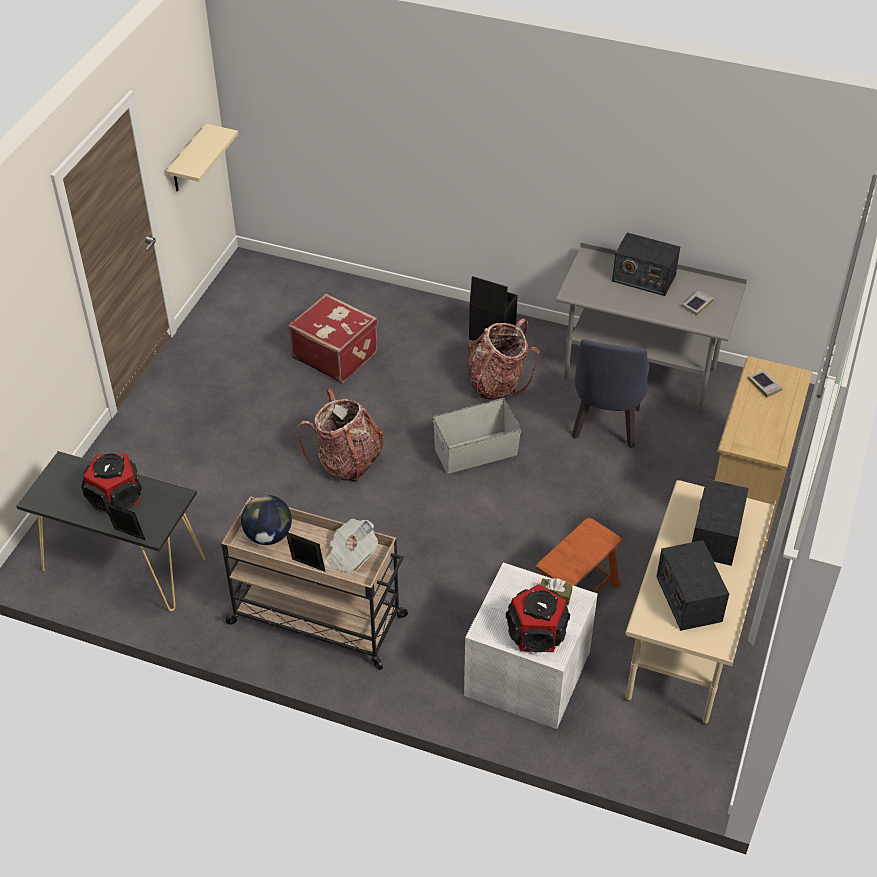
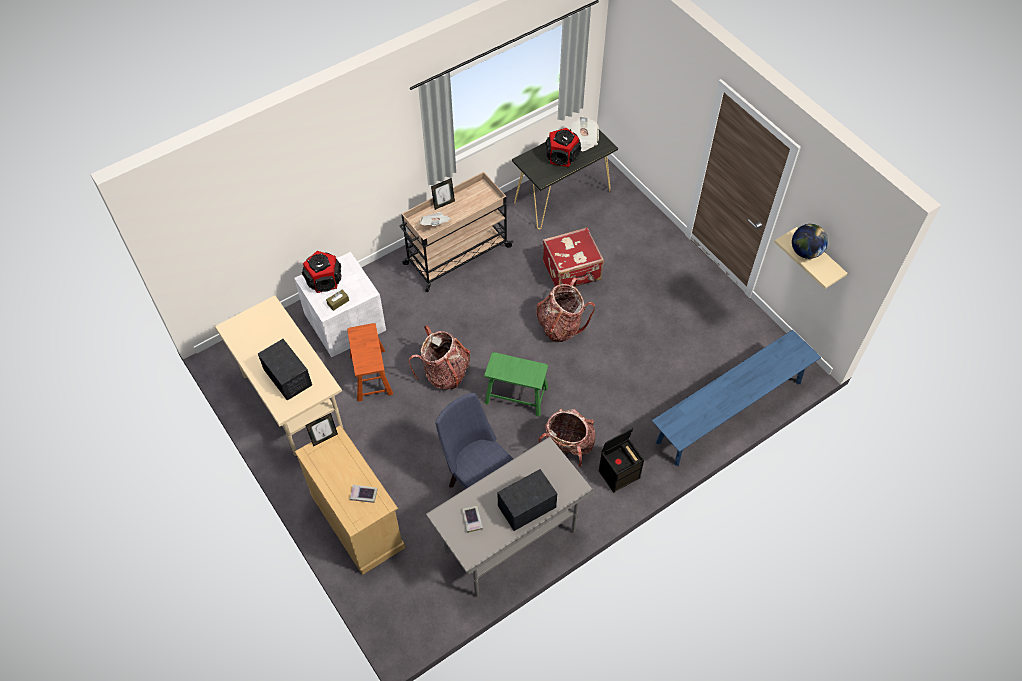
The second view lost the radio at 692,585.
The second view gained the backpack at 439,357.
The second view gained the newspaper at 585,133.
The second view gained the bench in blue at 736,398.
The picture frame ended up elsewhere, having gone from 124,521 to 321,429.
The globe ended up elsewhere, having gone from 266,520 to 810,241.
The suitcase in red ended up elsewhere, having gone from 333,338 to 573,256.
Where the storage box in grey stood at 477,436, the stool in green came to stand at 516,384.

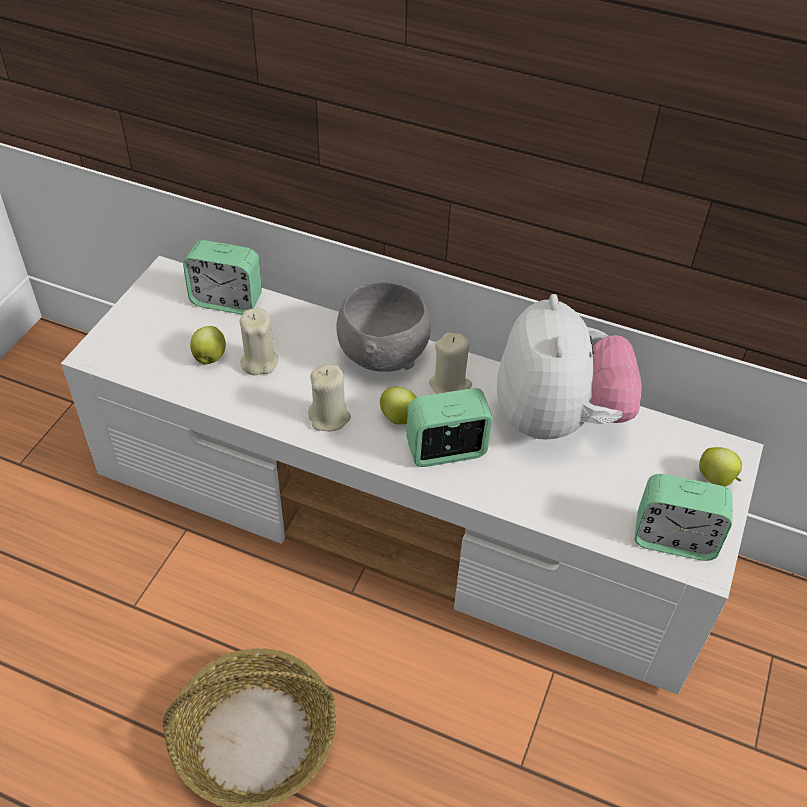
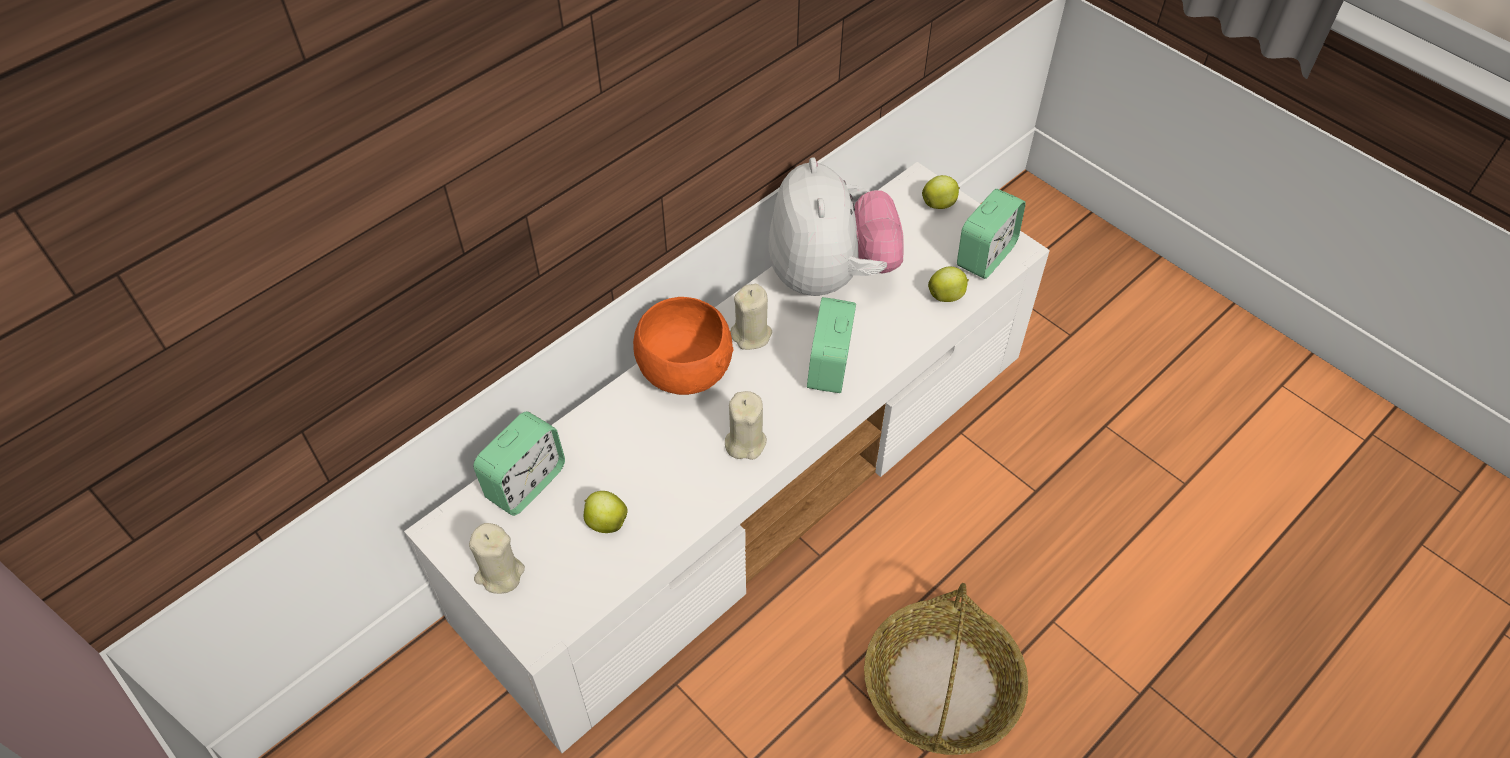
The candle in beige ended up elsewhere, having gone from 259,341 to 497,558.
The apple ended up elsewhere, having gone from 398,406 to 948,284.
What was the bowl in grey at 383,326 turned into the bowl in orange at 683,346.
The plush toy at 569,366 ended up facing another way, 60 degrees clockwise from before.

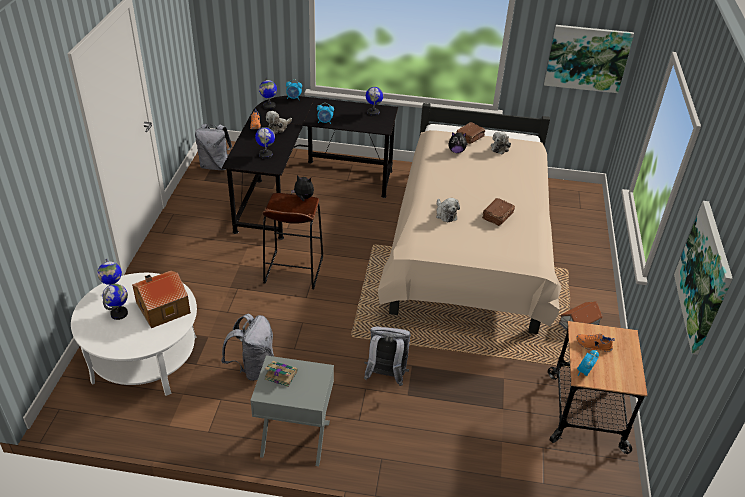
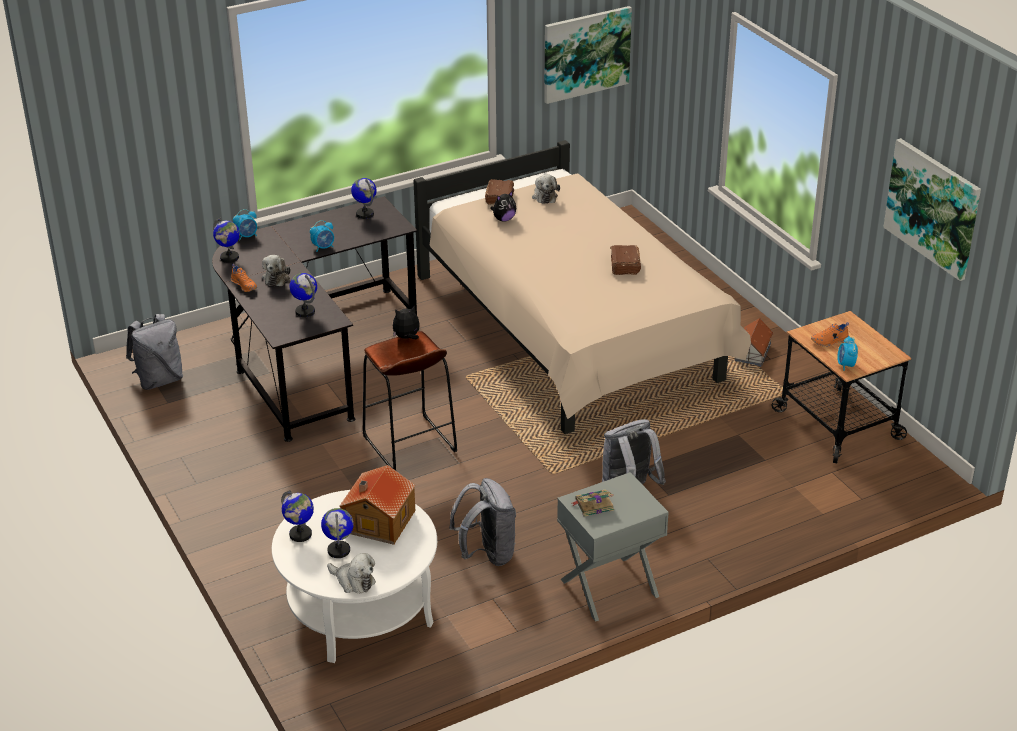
The plush toy ended up elsewhere, having gone from 448,210 to 351,573.

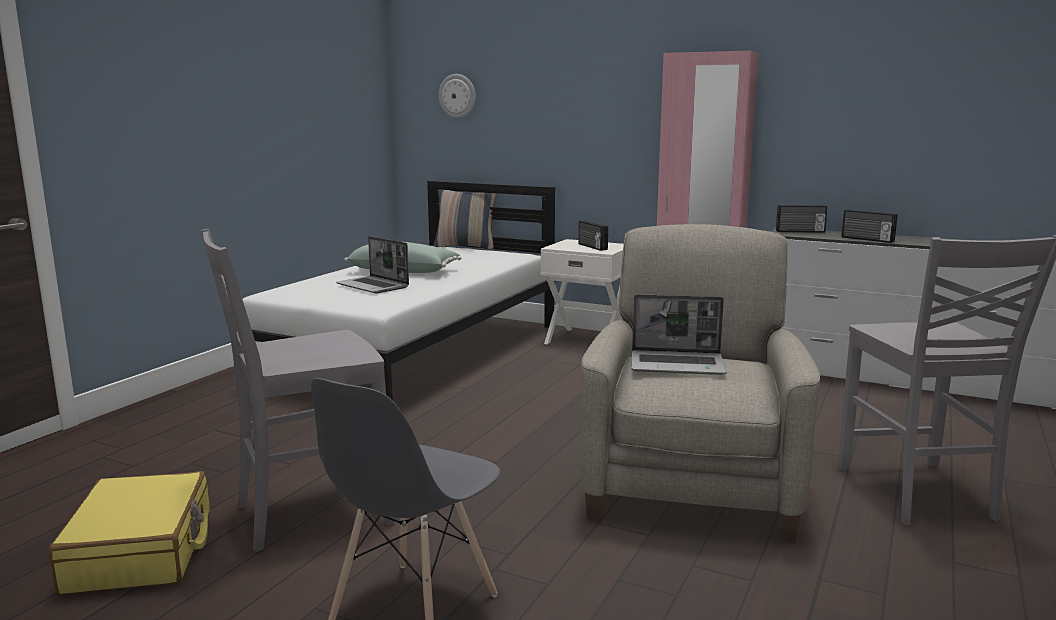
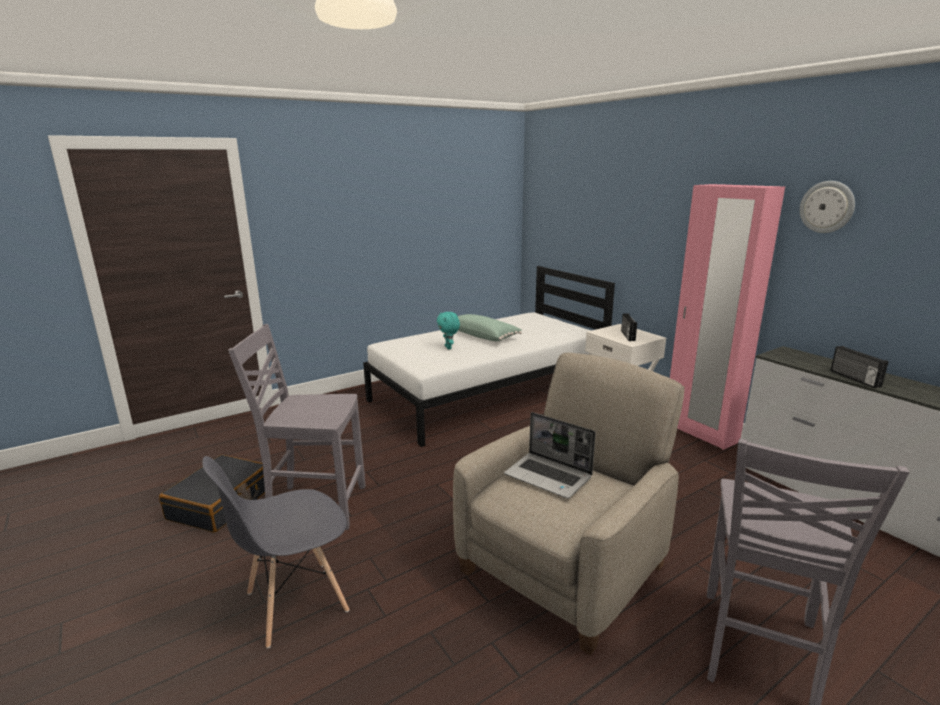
The second view lost the pillow at 465,219.
The second view lost the radio at 801,219.
The wall clock ended up elsewhere, having gone from 457,96 to 827,207.
Where the laptop stood at 372,265, the plush toy in turquoise came to stand at 448,330.
What was the suitcase in yellow at 129,533 turned into the suitcase in black at 212,494.

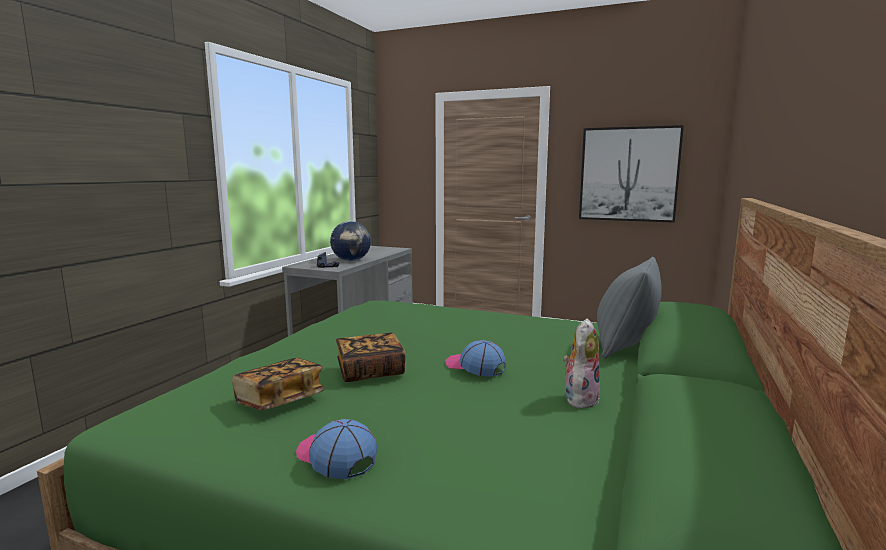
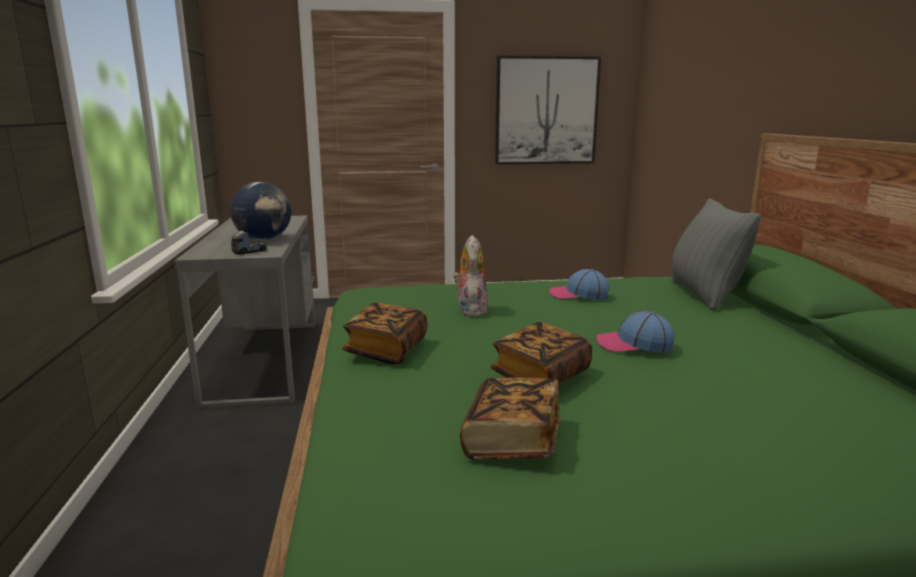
The second view gained the book at 384,334.
The cap ended up elsewhere, having gone from 336,449 to 580,284.
The plush toy ended up elsewhere, having gone from 581,363 to 470,276.

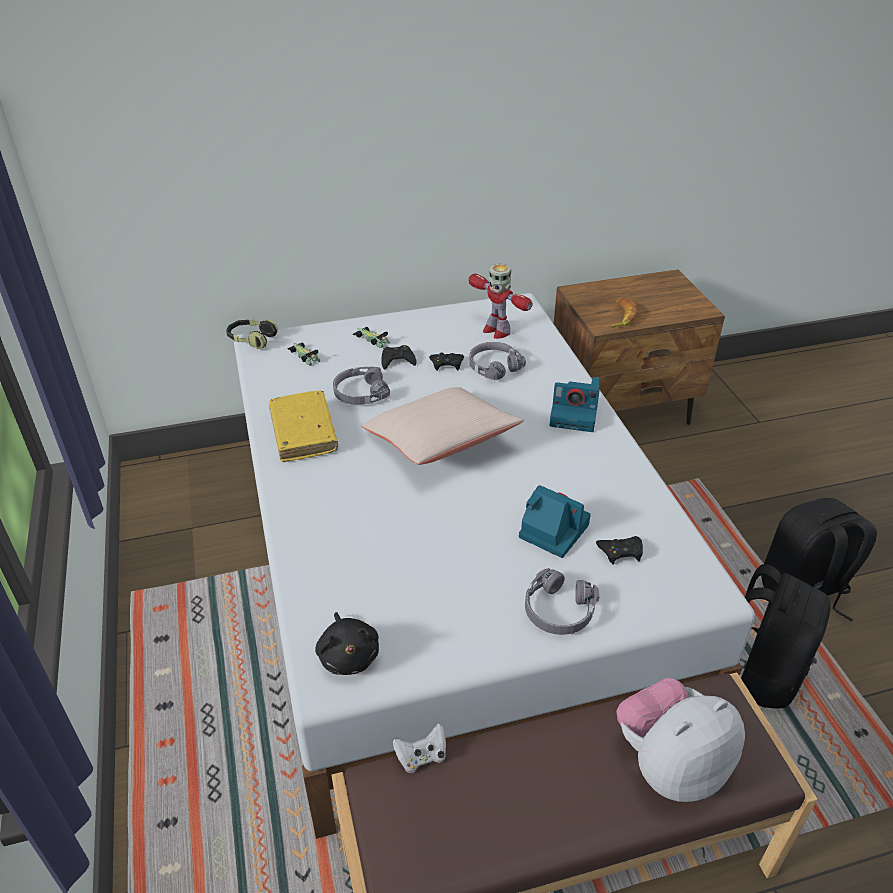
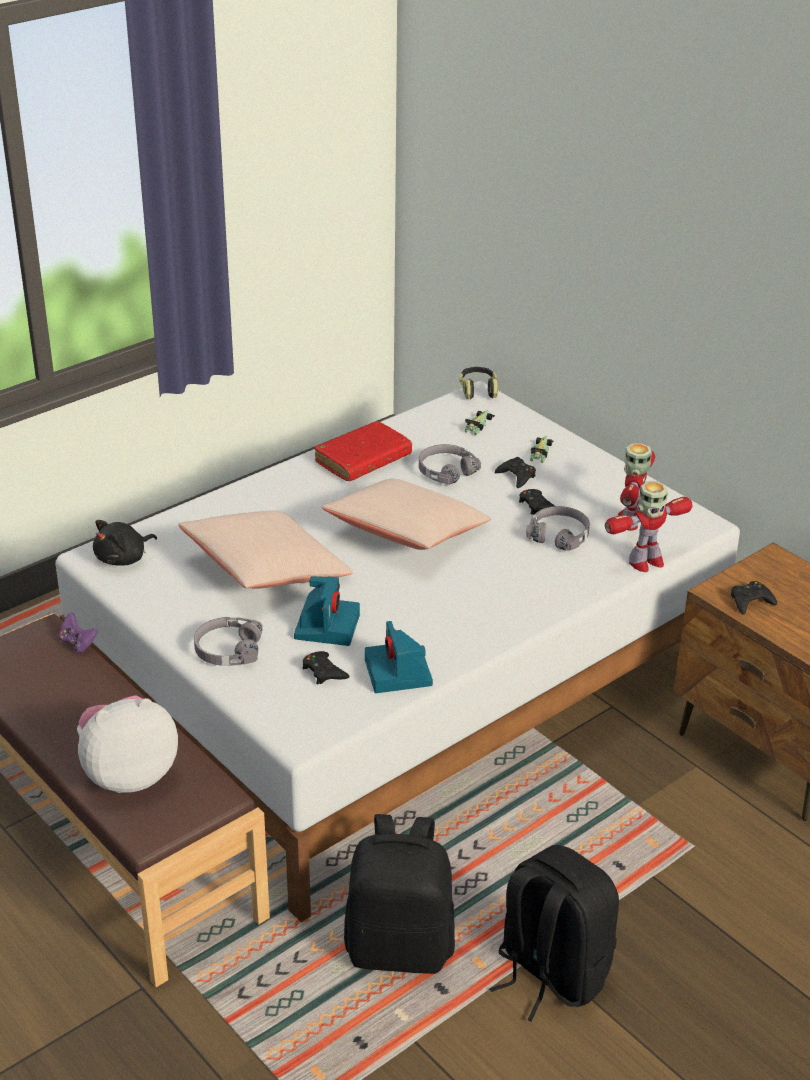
The second view gained the pillow in beige at 265,550.
The second view gained the toy robot at 649,526.
The photo camera ended up elsewhere, having gone from 575,404 to 399,657.
Where the banana stood at 624,312, the game controller in black came to stand at 754,598.
What was the book in yellow at 303,426 turned into the book in red at 363,451.
What was the game controller in white at 419,748 turned into the game controller in purple at 78,632.
The plush toy at 681,740 ended up facing another way, 60 degrees counterclockwise from before.

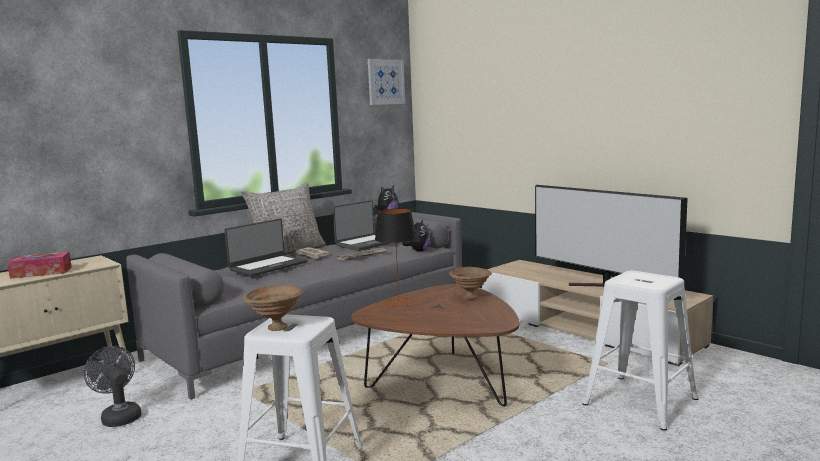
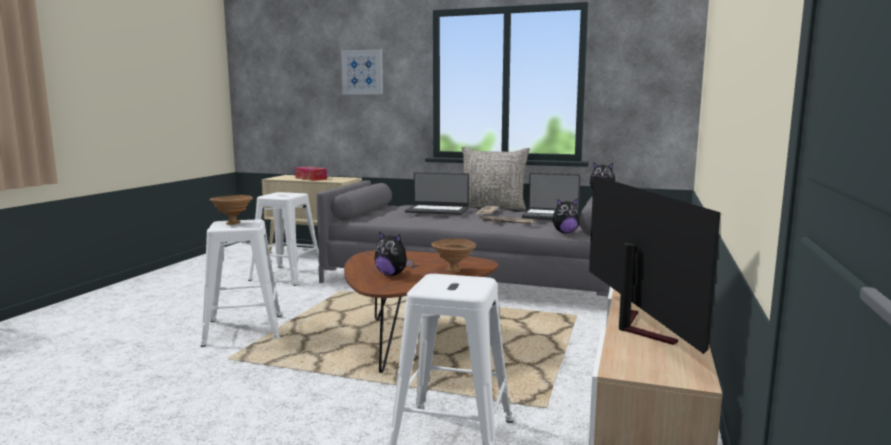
The second view lost the table lamp at 396,257.
The second view gained the plush toy at 393,253.
The picture ended up elsewhere, having gone from 386,82 to 362,72.
Where the fan in grey stood at 112,386, the stool in white came to stand at 283,239.
The television at 611,236 ended up facing another way, 150 degrees clockwise from before.

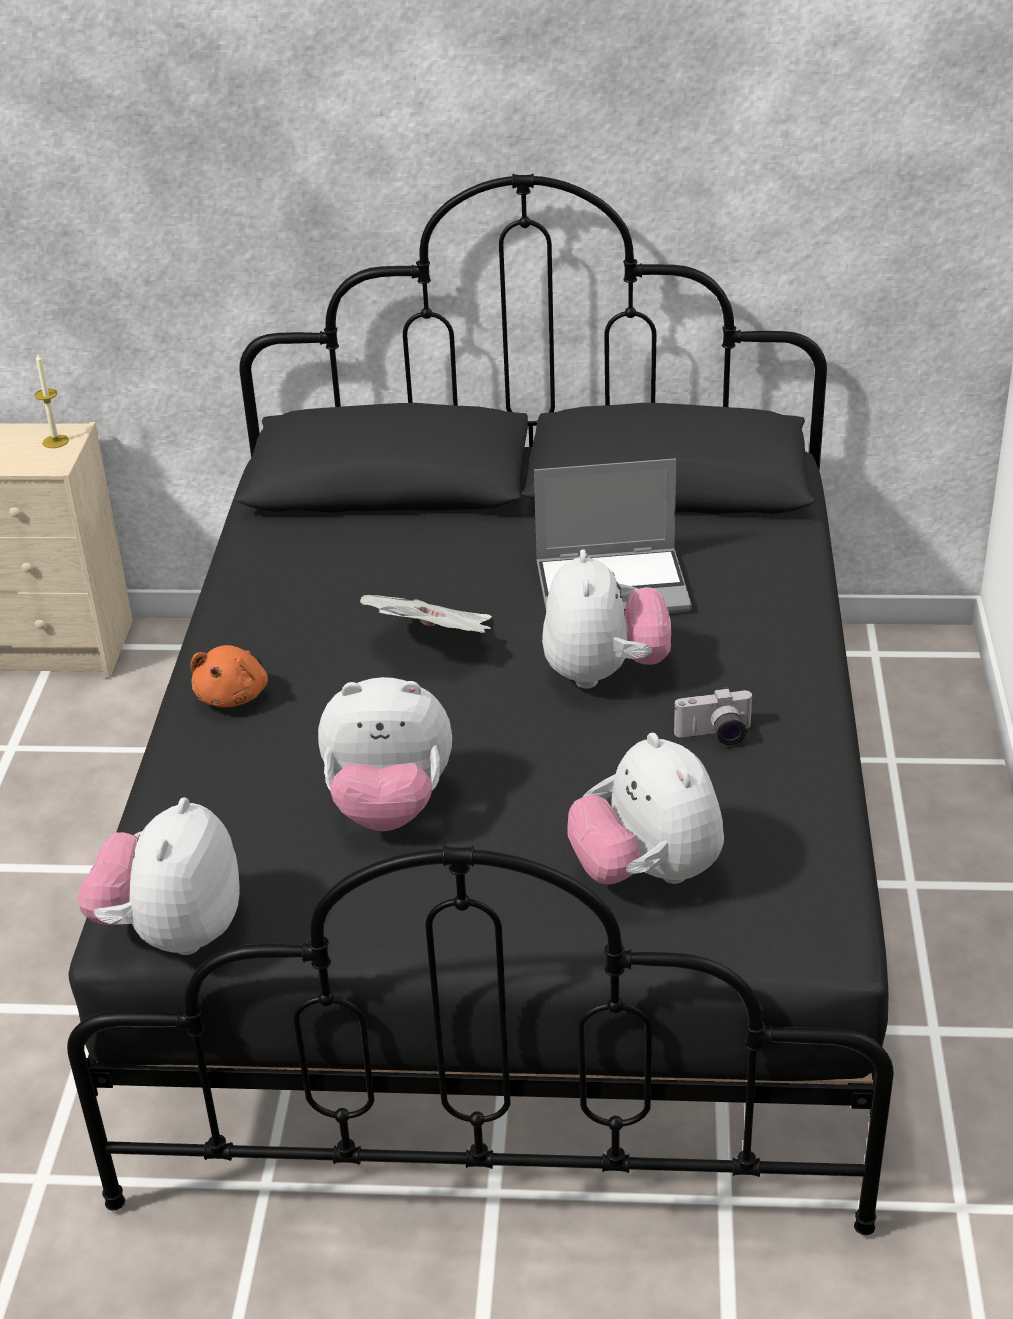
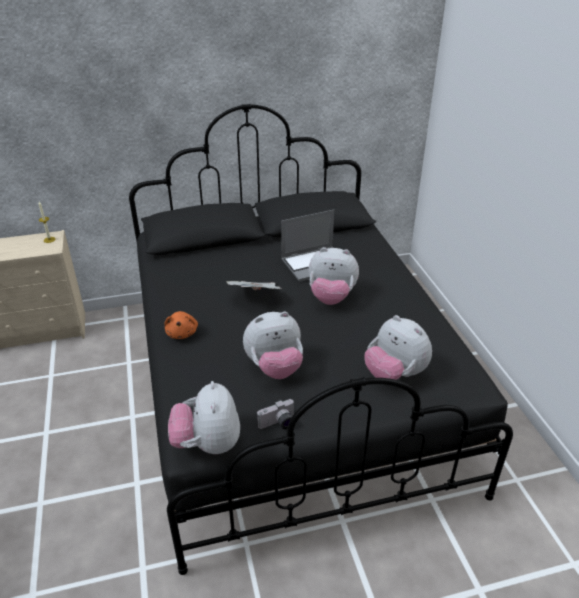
The photo camera ended up elsewhere, having gone from 713,716 to 276,414.
The plush toy at 606,619 ended up facing another way, 120 degrees clockwise from before.

